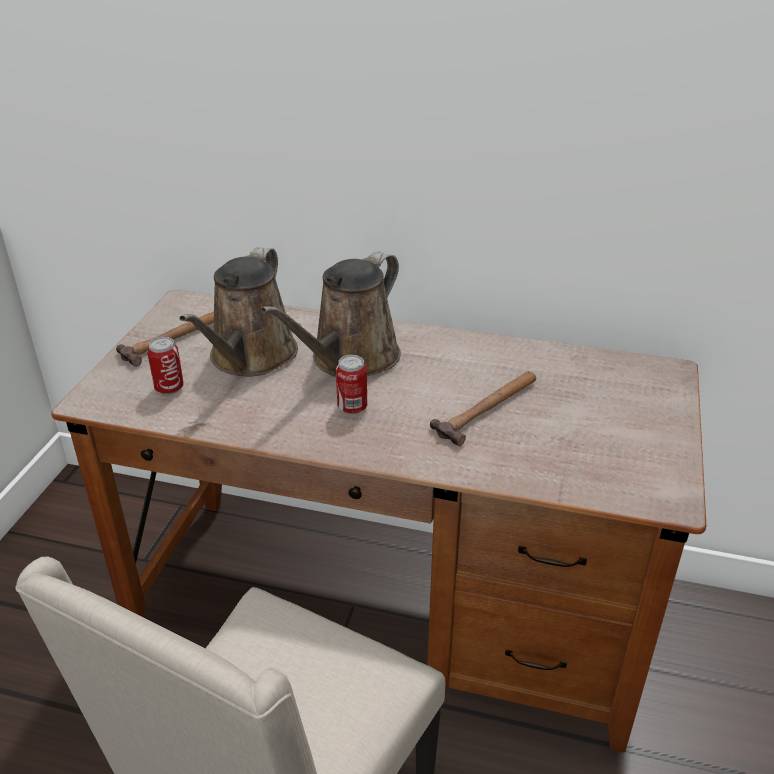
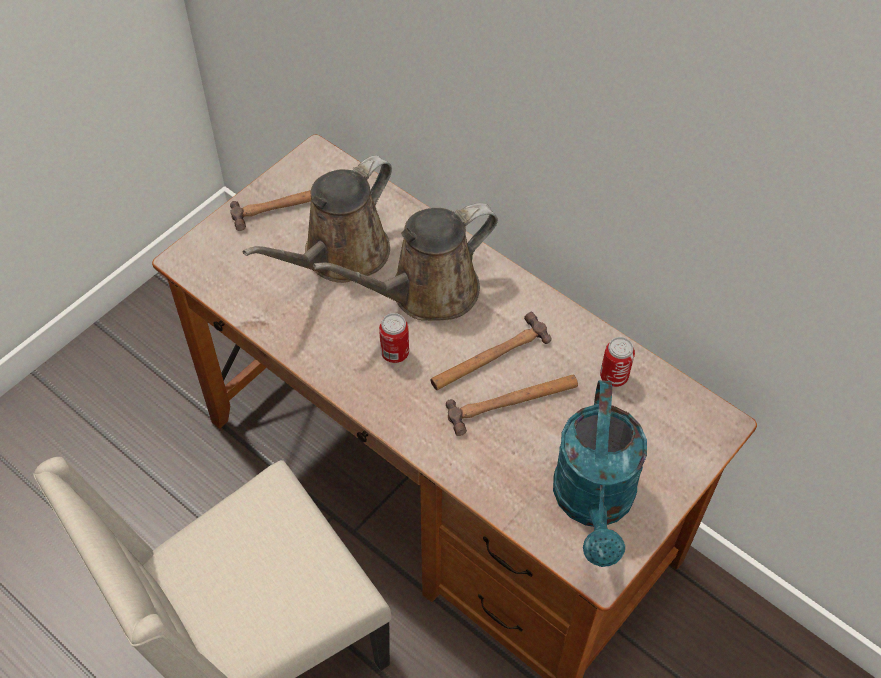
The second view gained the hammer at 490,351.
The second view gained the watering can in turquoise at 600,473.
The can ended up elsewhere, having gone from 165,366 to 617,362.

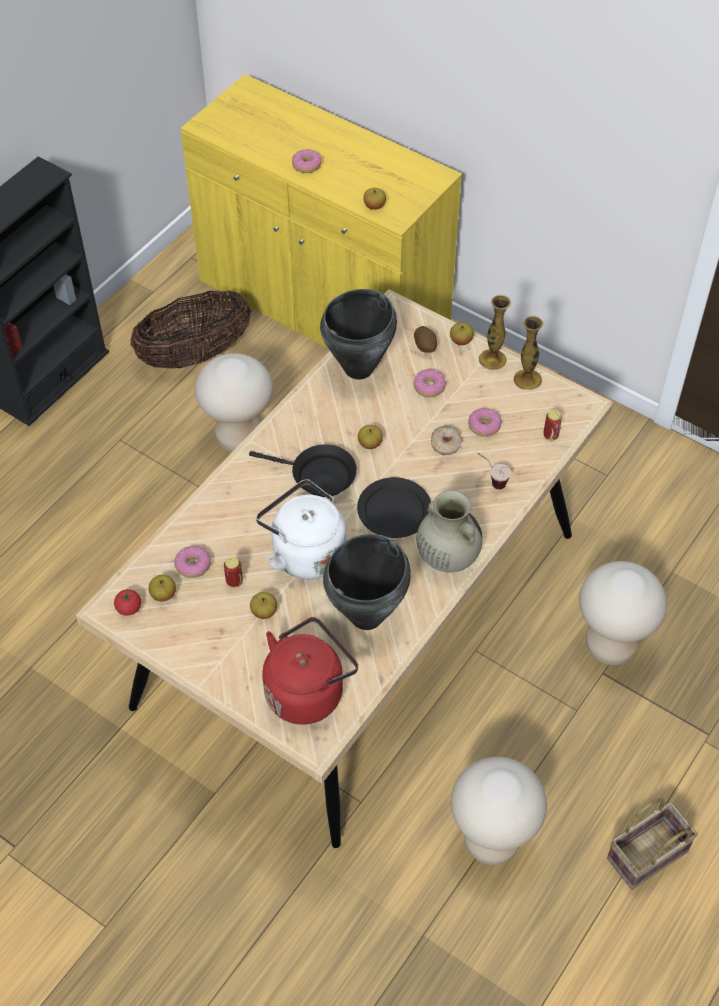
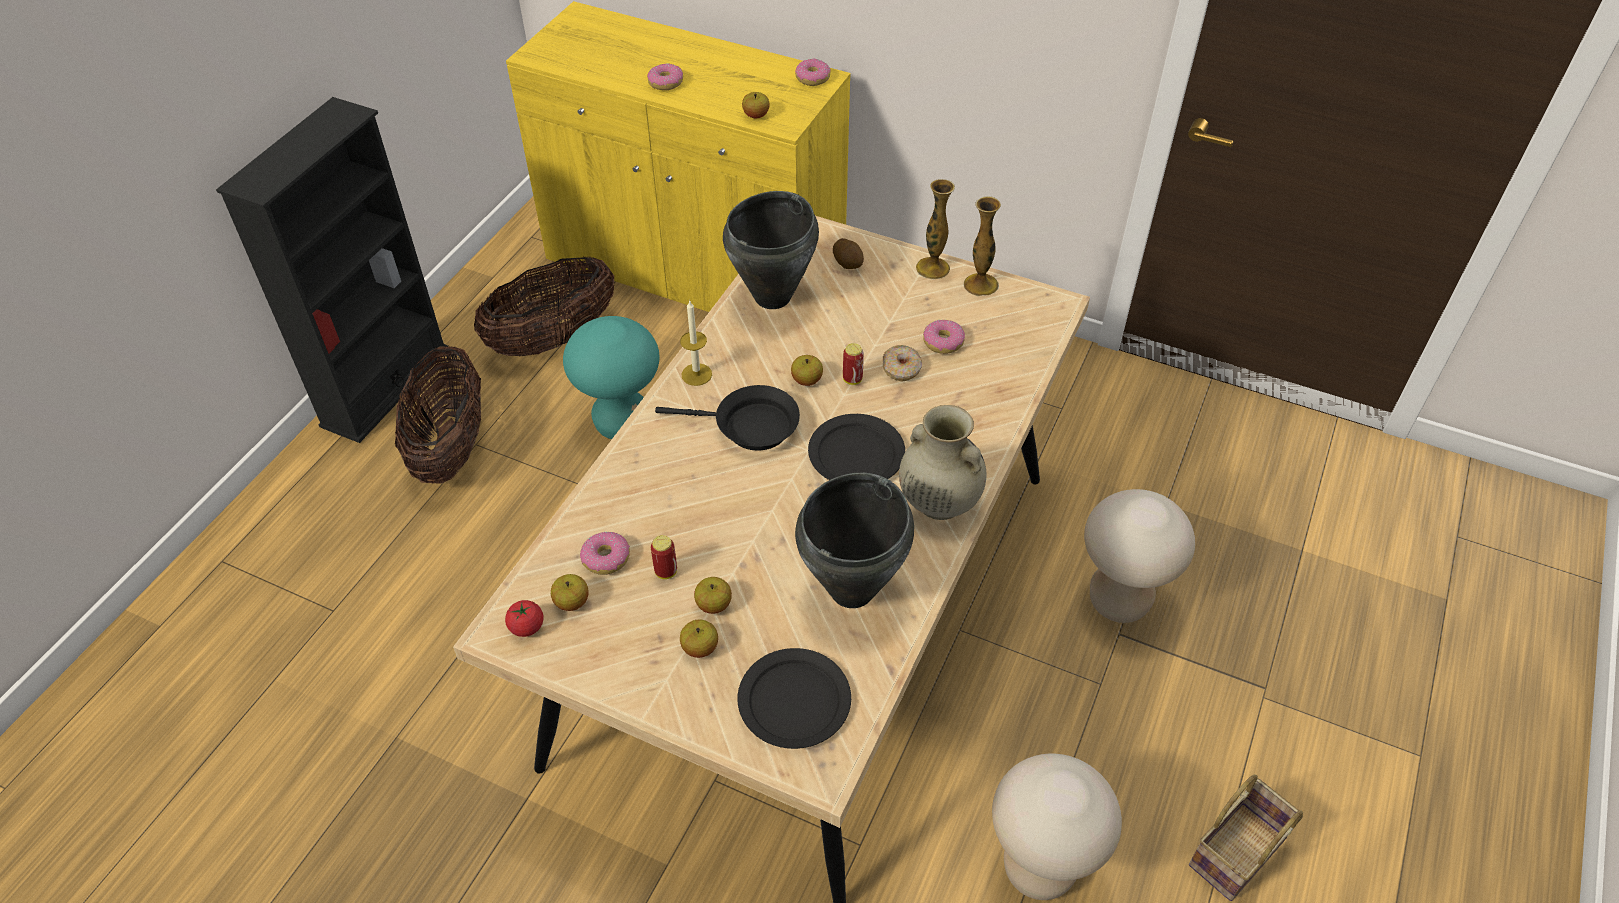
The second view lost the kettle in white at 301,529.
The second view lost the cup at 494,470.
The second view gained the basket at 438,415.
The second view gained the candle at 696,343.
The donut ended up elsewhere, having gone from 430,383 to 813,72.
The apple ended up elsewhere, having gone from 462,333 to 699,639.
The can ended up elsewhere, having gone from 553,425 to 853,364.
Where the kettle in red stood at 310,671, the plate in black came to stand at 794,698.
What was the stool in beige at 234,402 turned into the stool in turquoise at 611,377.

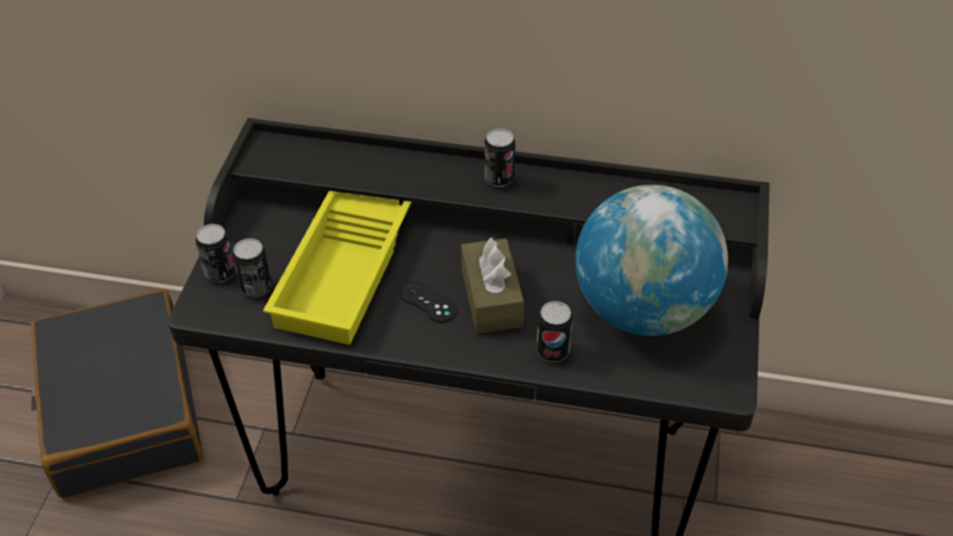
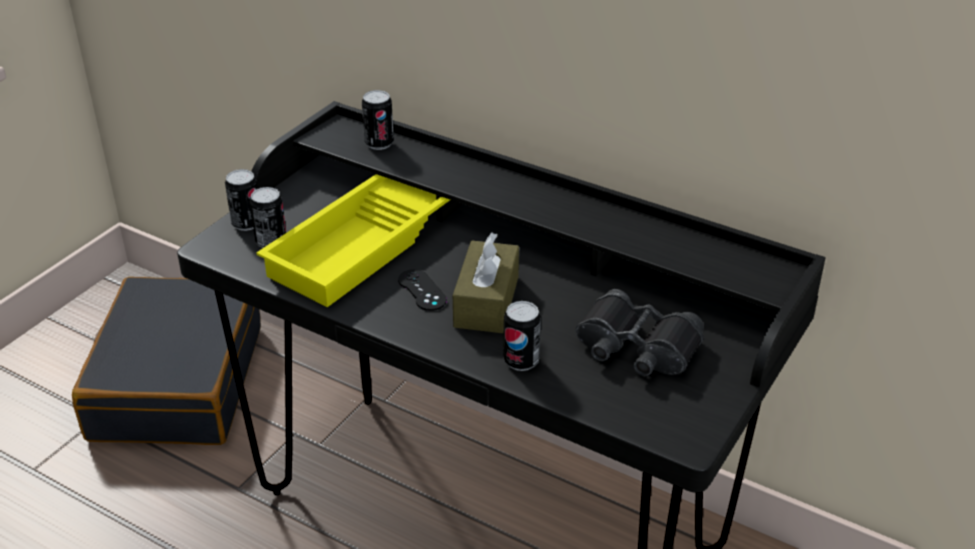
The can ended up elsewhere, having gone from 500,158 to 378,120.
Where the globe stood at 651,260, the binoculars in black came to stand at 639,332.

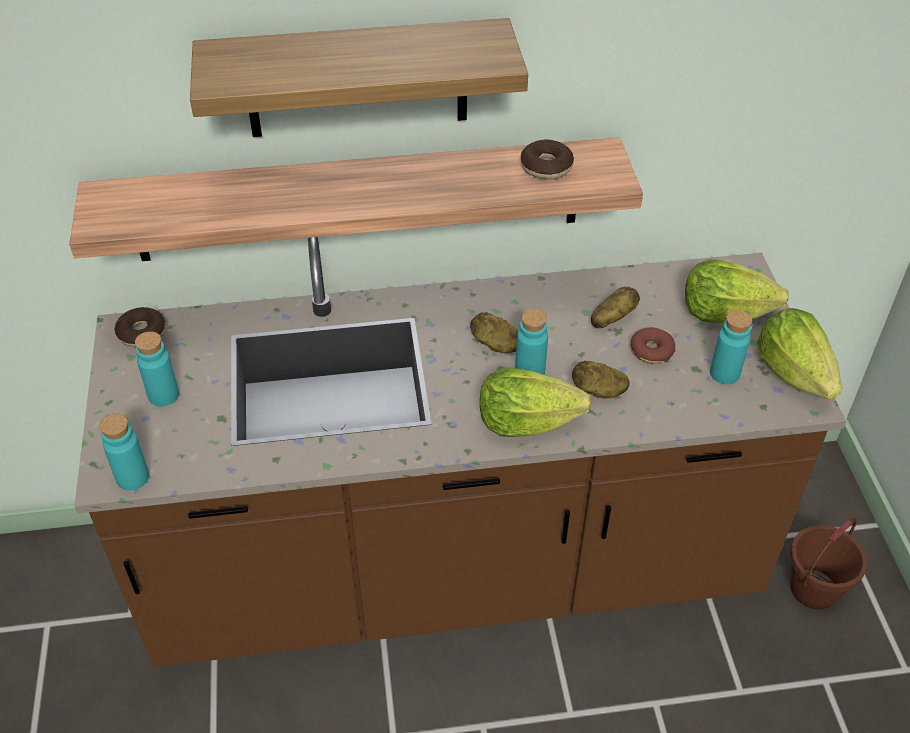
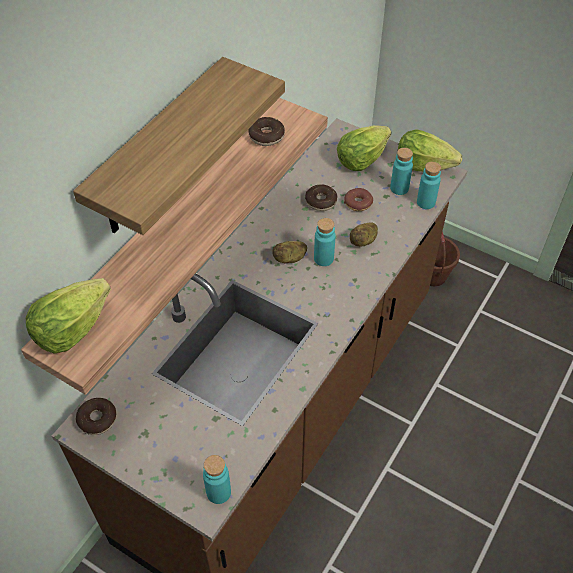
The bottle in turquoise ended up elsewhere, having gone from 157,368 to 429,185.
The lettuce ended up elsewhere, having gone from 535,402 to 68,316.
Where the potato stood at 615,307, the donut came to stand at 321,197.

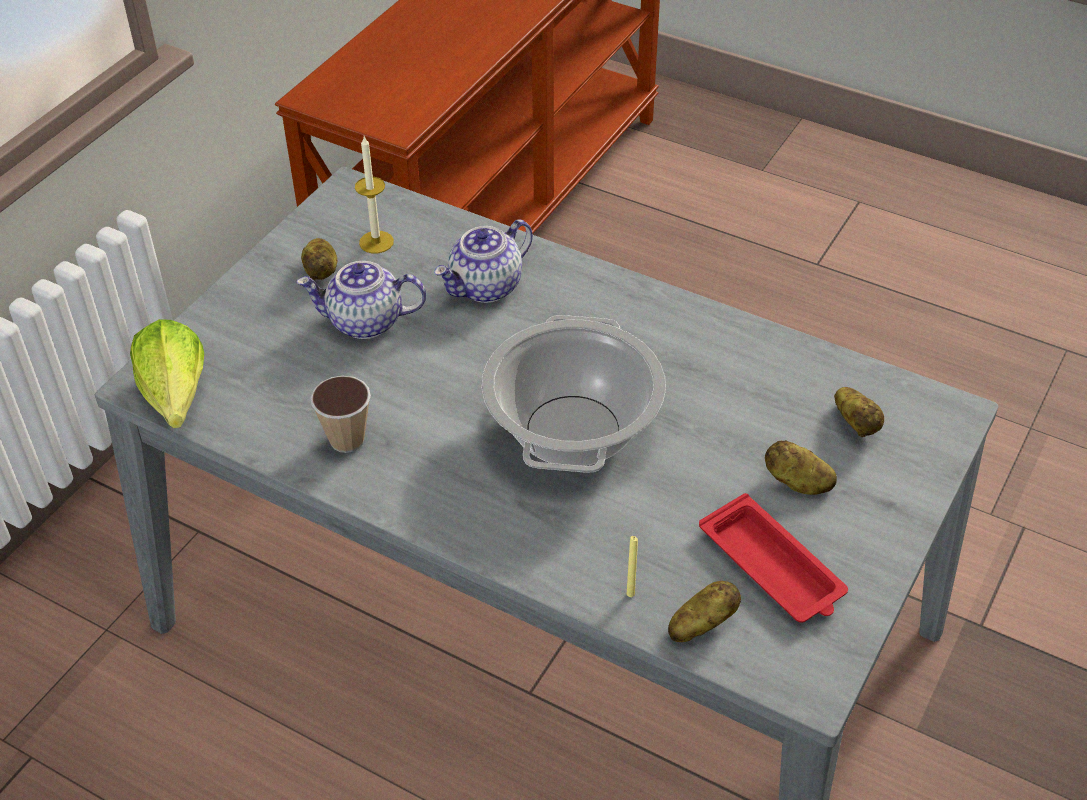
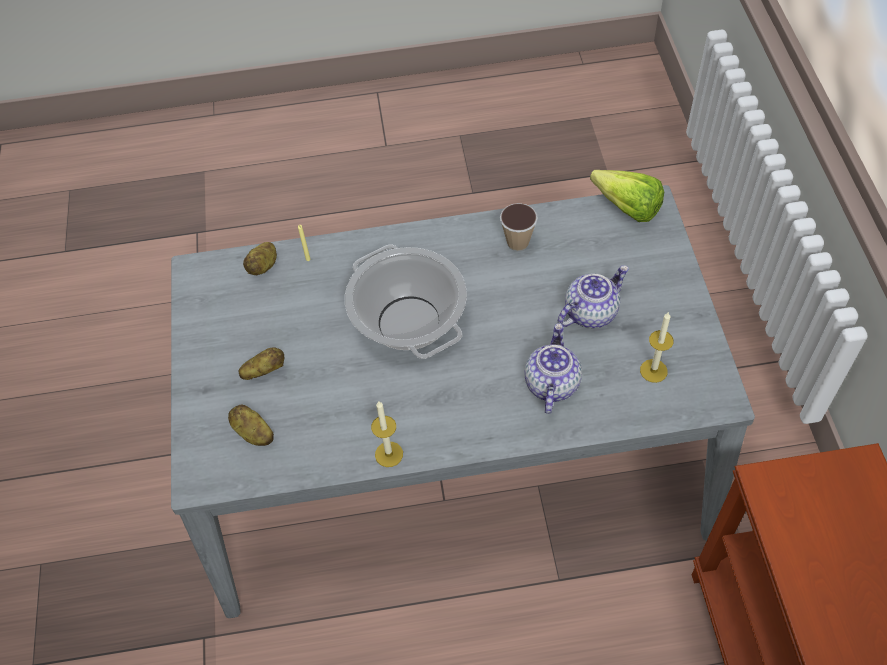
The second view lost the potato at 319,259.
The second view lost the tray in red at 773,558.
The second view gained the candle at 387,434.

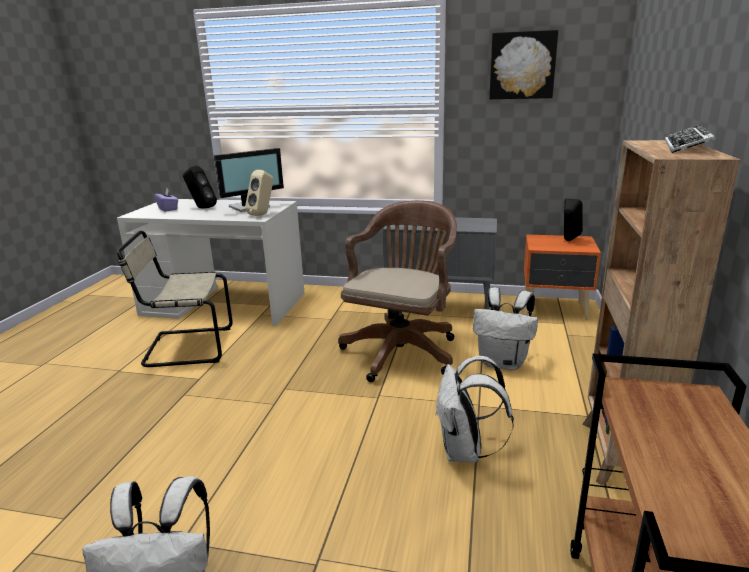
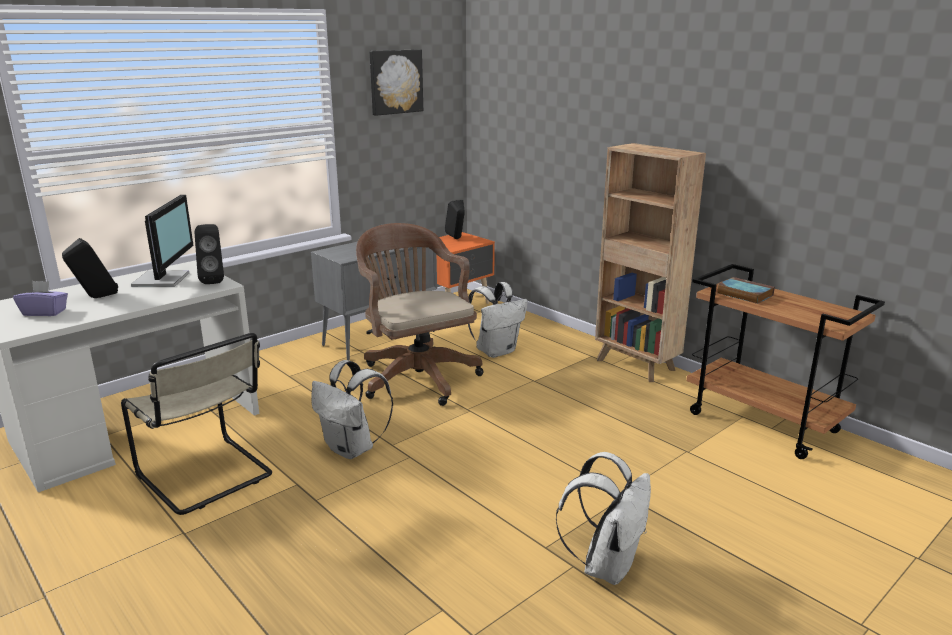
The second view lost the keyboard at 690,139.
The second view gained the book at 746,290.
The backpack in white ended up elsewhere, having gone from 474,409 to 352,409.
What was the speaker in beige at 259,193 turned into the speaker in black at 209,254.
The chair in beige at 175,299 ended up facing another way, 75 degrees counterclockwise from before.

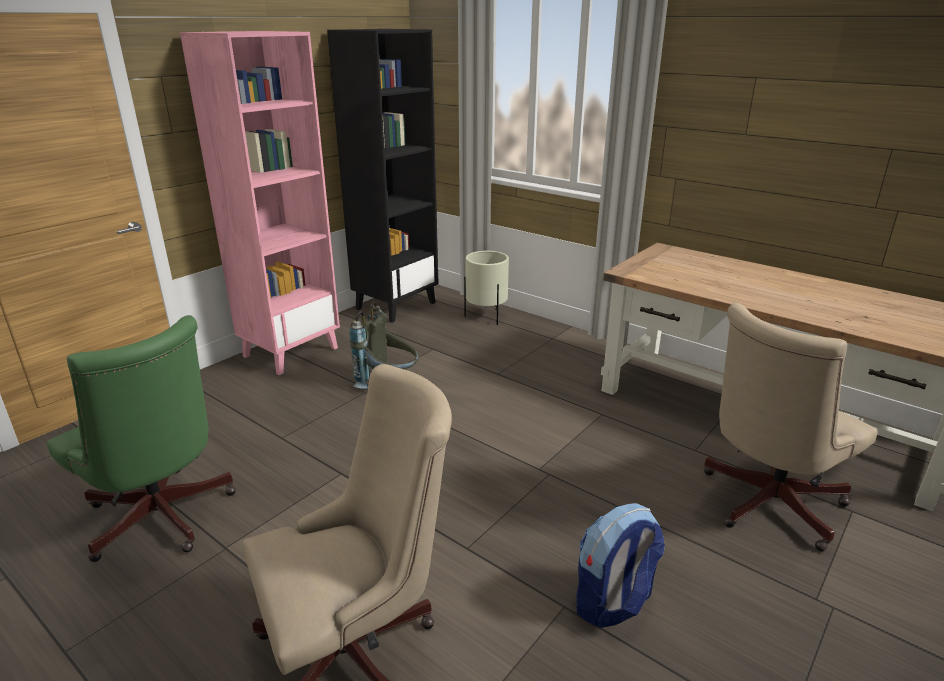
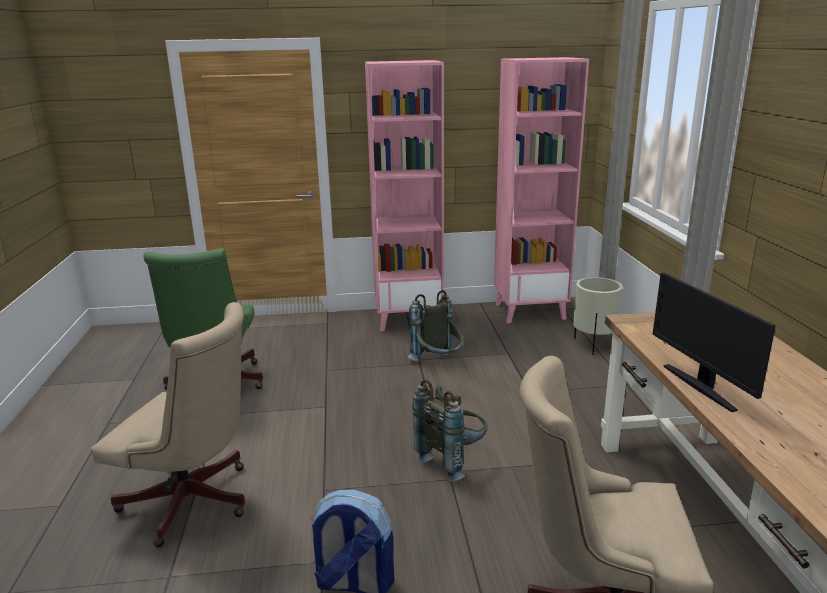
The second view gained the backpack in grey at 450,430.
The second view gained the monitor at 714,342.
What was the bookcase in black at 382,176 turned into the bookcase in pink at 541,190.

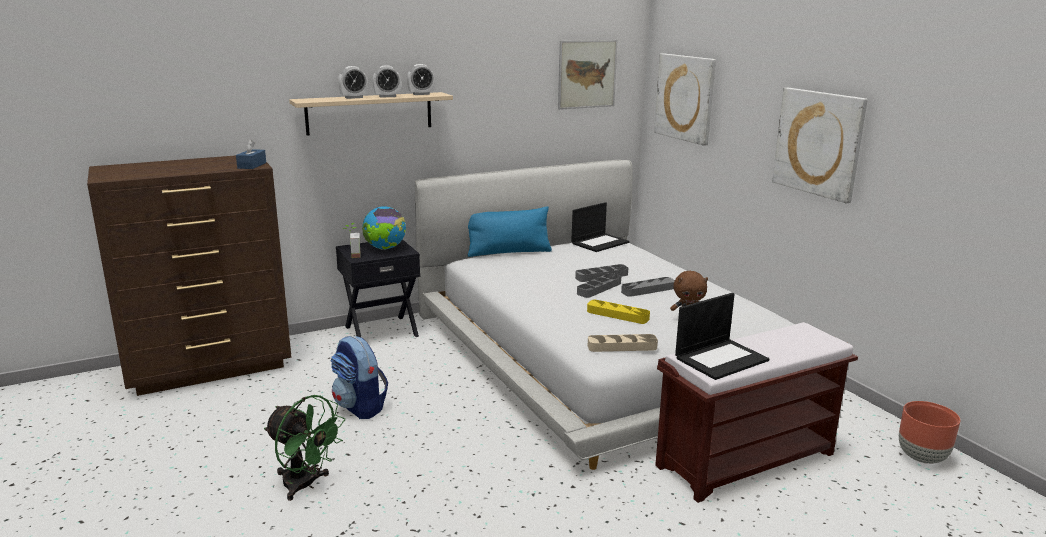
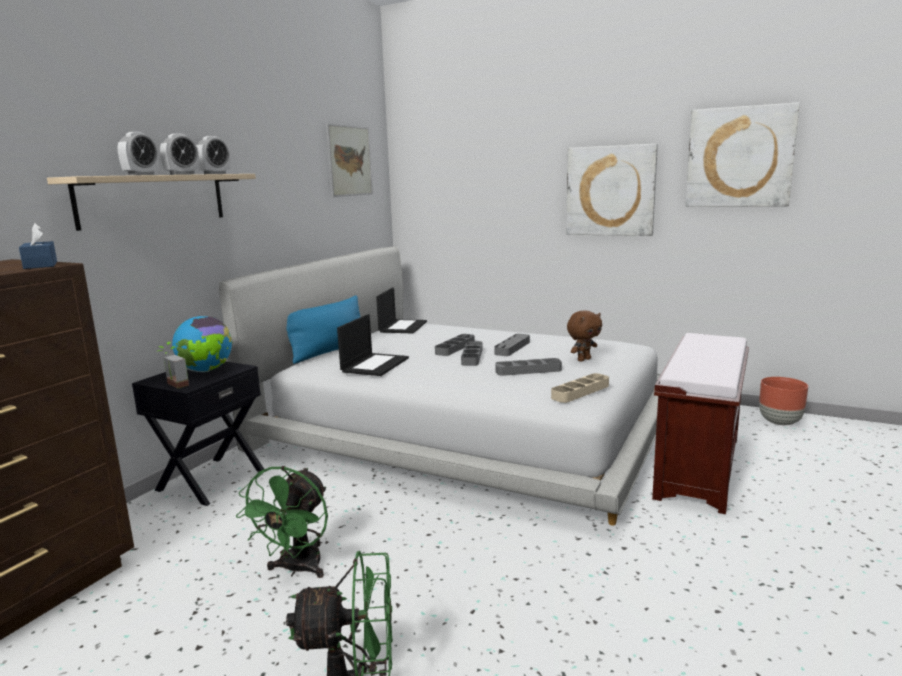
The picture ended up elsewhere, having gone from 685,99 to 742,154.
The laptop ended up elsewhere, having gone from 722,336 to 373,345.
Where the backpack stood at 359,377, the fan in green came to stand at 282,522.
What was the tray in yellow at 618,312 turned into the tray in grey at 528,367.

